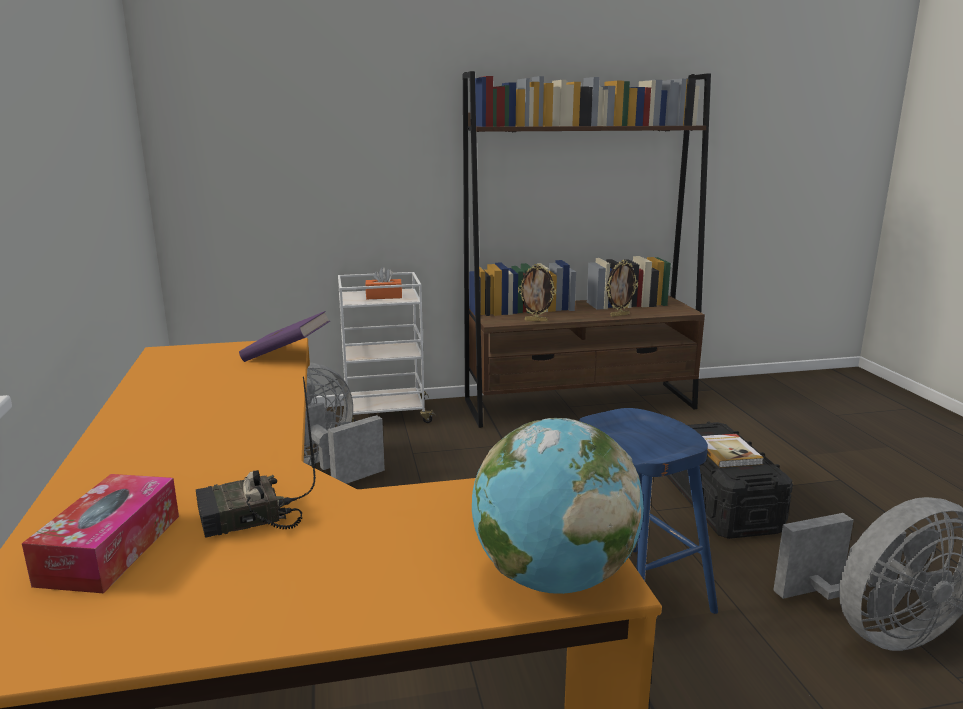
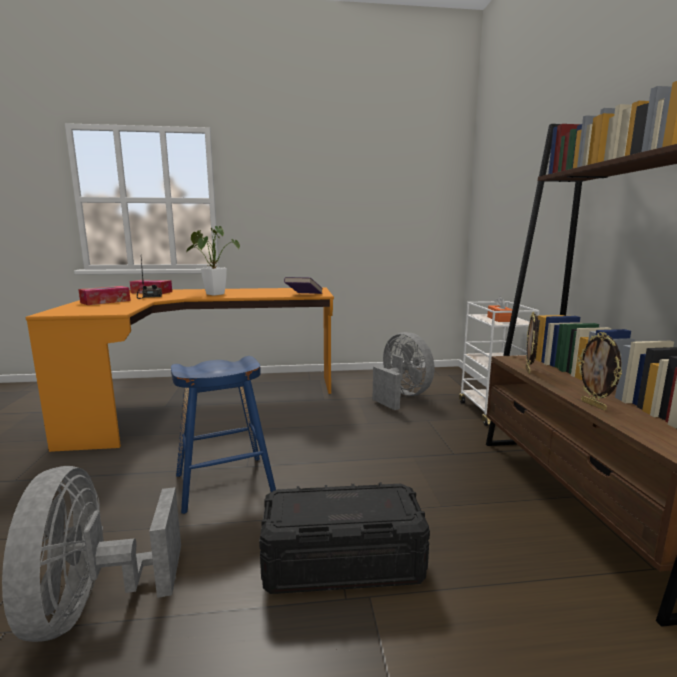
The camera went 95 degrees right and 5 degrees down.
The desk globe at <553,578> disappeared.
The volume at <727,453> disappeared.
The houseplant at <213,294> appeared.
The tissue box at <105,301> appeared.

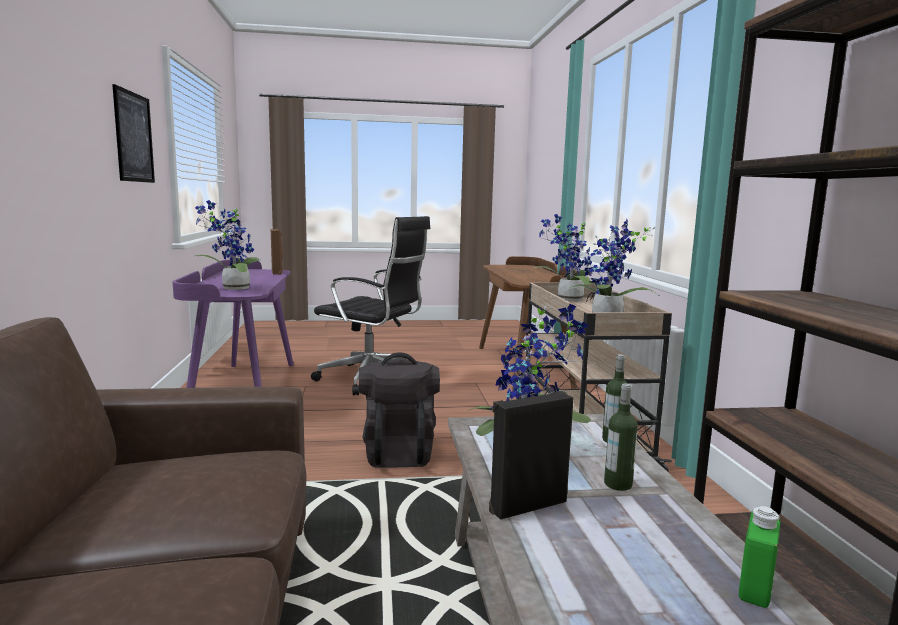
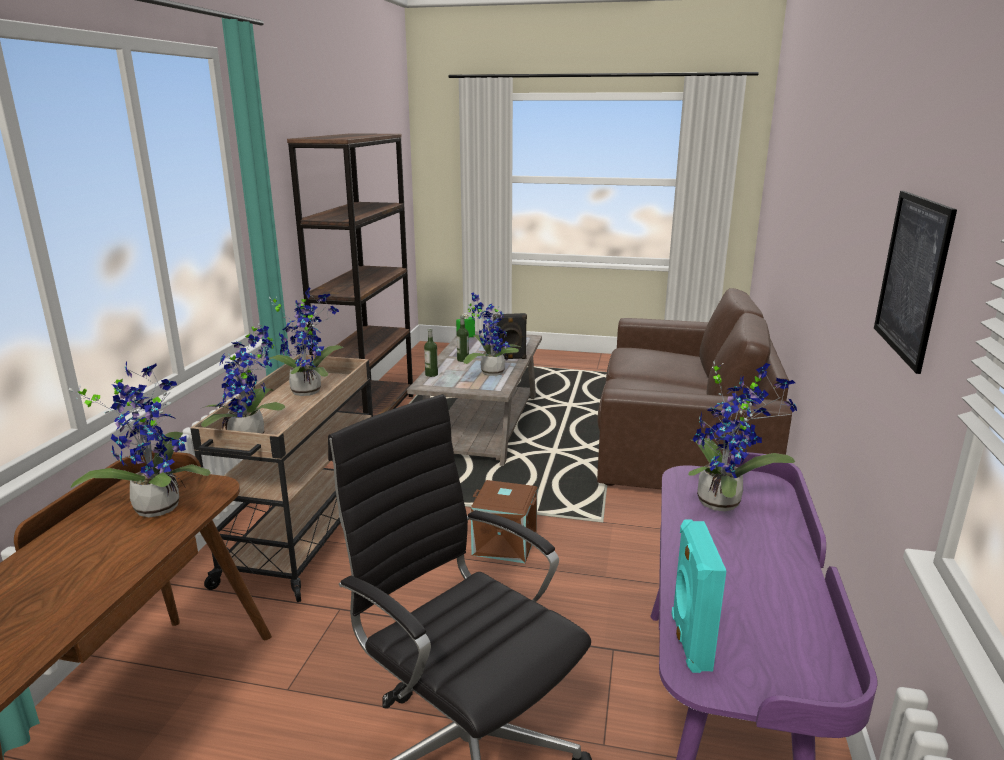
The camera went 160 degrees left and 10 degrees up.
The brown loudspeaker at <277,272> became the turquoise-coloured loudspeaker at <689,642>.
The black rucksack at <398,451> was replaced by the brown storage bin at <505,543>.
The houseplant at <157,505> appeared.

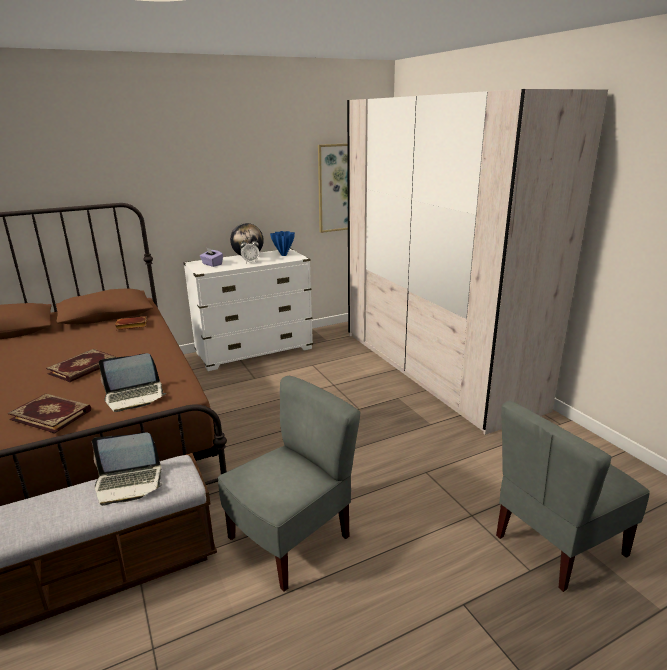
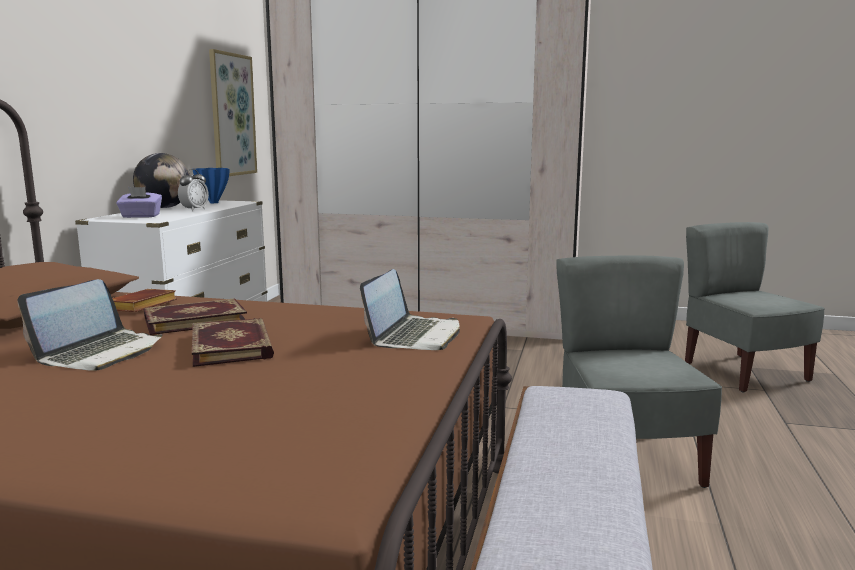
The camera went 50 degrees left and 10 degrees down.
The volume moved from <52,414> to <195,320>.
The greyish plain chair at <558,545> turned 150 degrees clockwise.
The laptop moved from <129,483> to <100,353>.

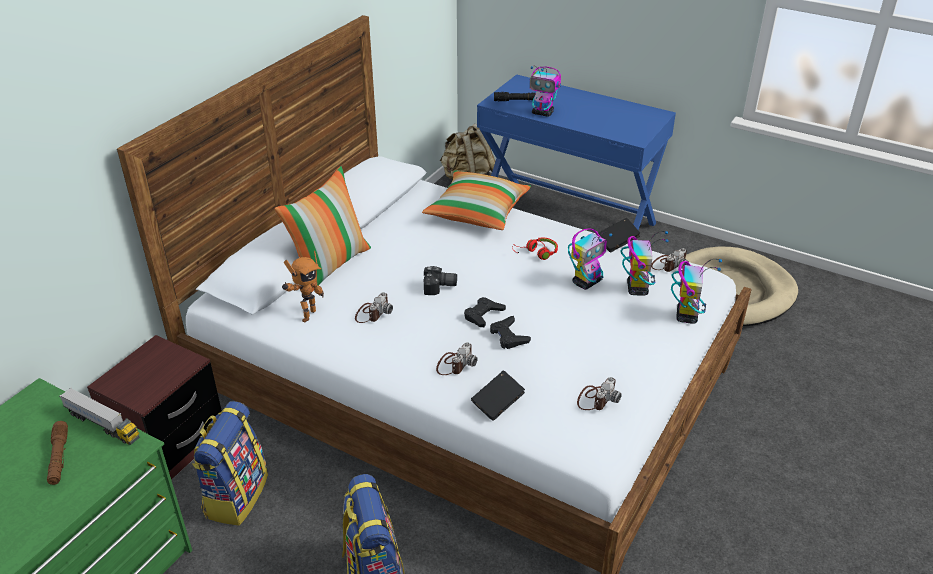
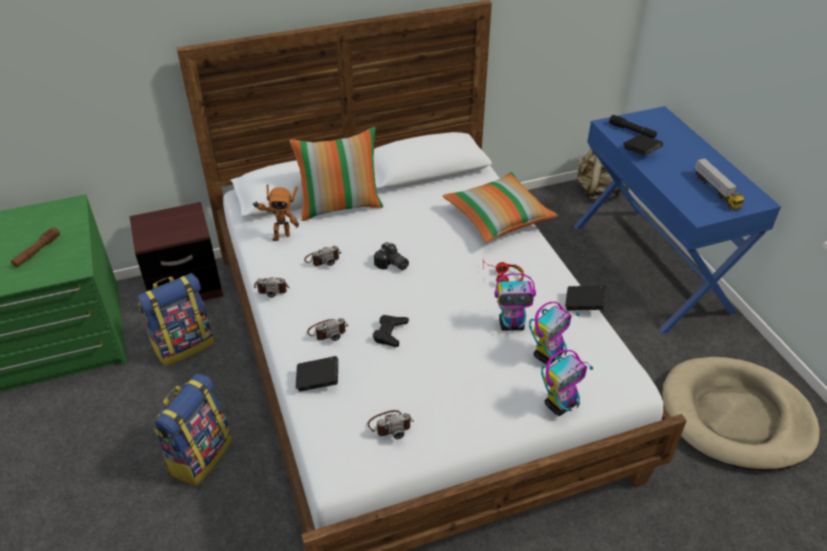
The camera went 40 degrees right and 5 degrees up.
The robot figure at <543,113> was replaced by the black volume at <641,152>.
The still camera moved from <668,264> to <272,288>.
The black gamepad at <483,315> disappeared.
The model truck moved from <102,424> to <716,191>.

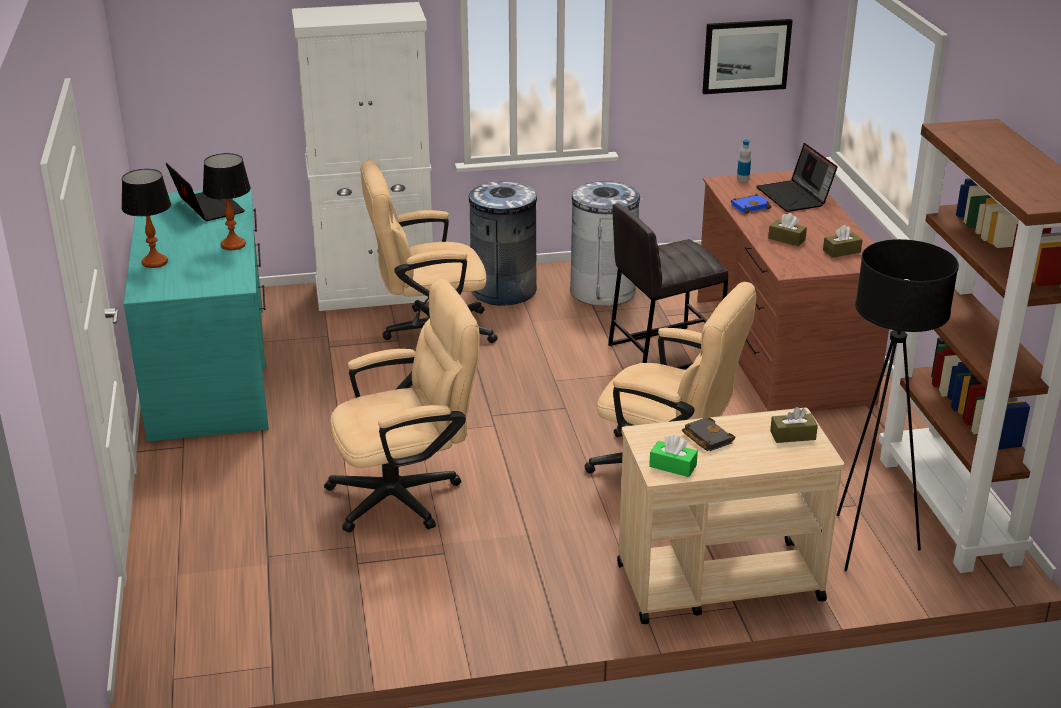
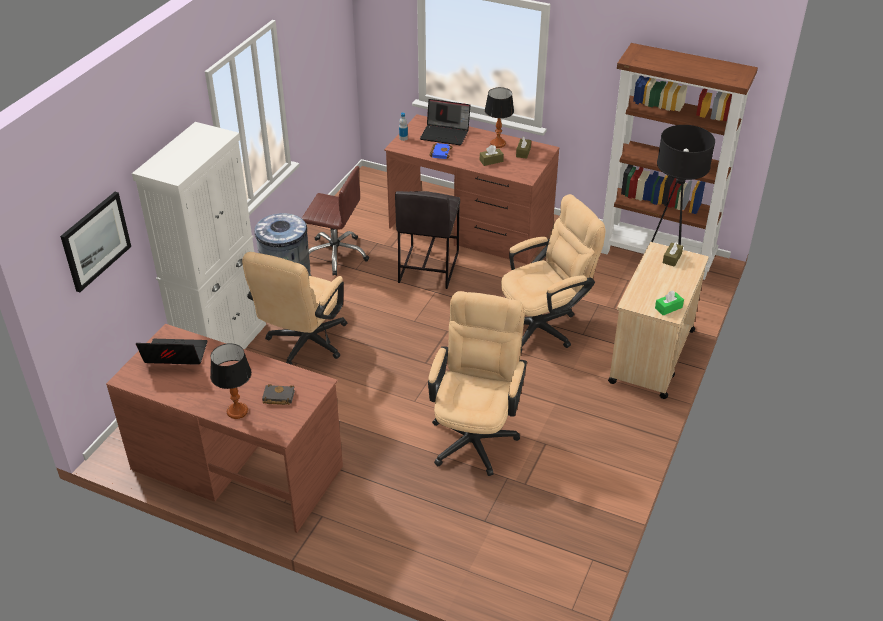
The camera went 55 degrees left and 10 degrees up.
The picture moved from <746,56> to <95,241>.
The table lamp moved from <232,245> to <497,144>.
The greyish trash can at <603,291> was replaced by the brown computer chair at <336,254>.
The turquoise-coloured desk at <210,371> became the brown desk at <237,467>.
The black volume moved from <705,438> to <277,397>.

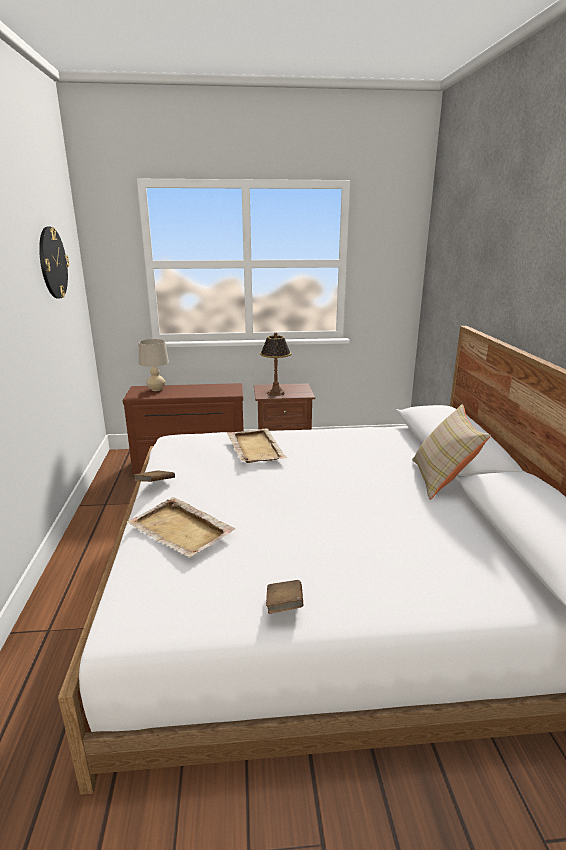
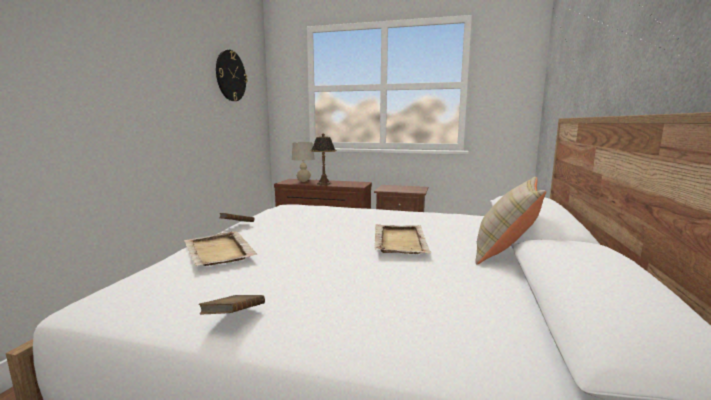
The camera went 20 degrees right and 10 degrees down.
The table lamp moved from <275,392> to <324,183>.
The beige-coloured tray moved from <255,447> to <400,240>.

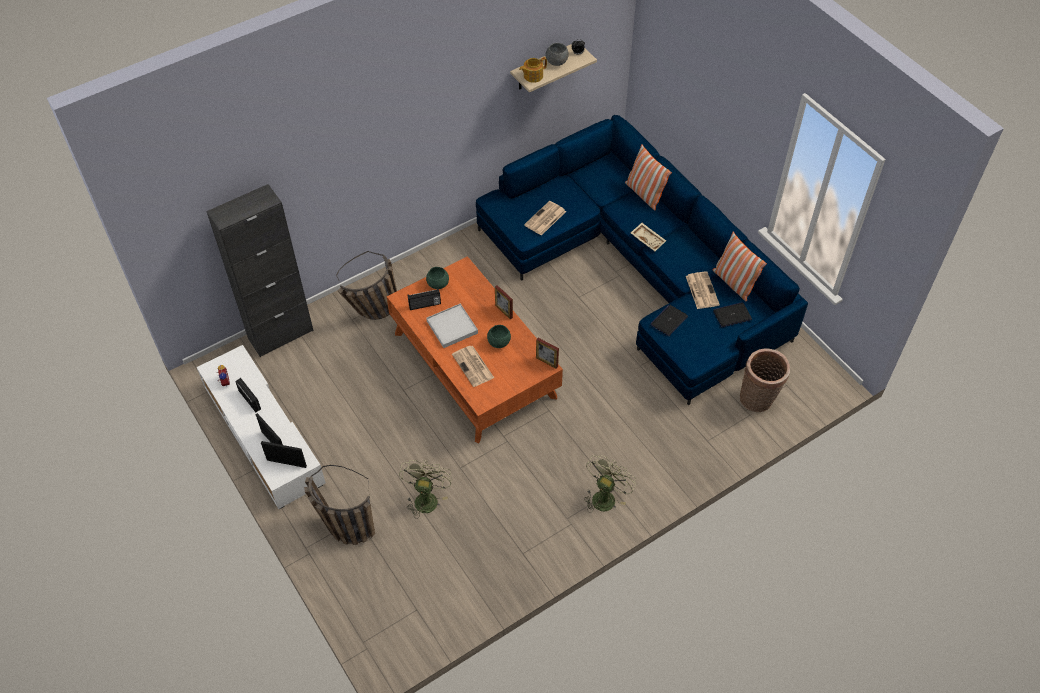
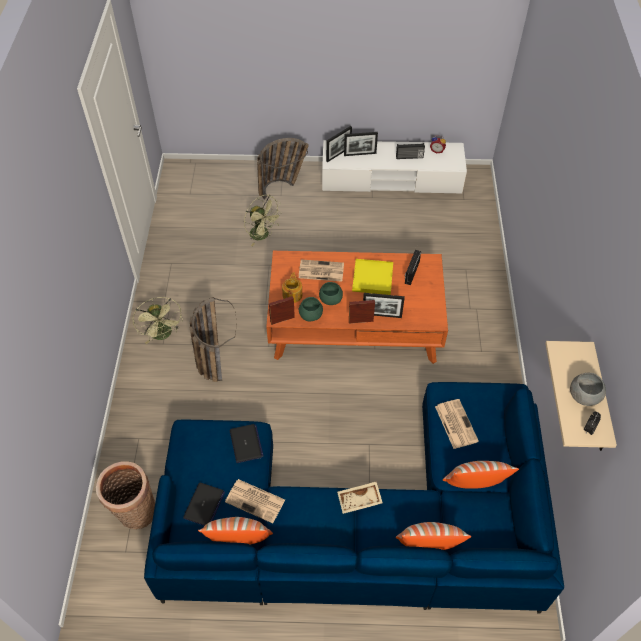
The camera went 125 degrees right and 0 degrees up.
The tea pot moved from <532,76> to <292,294>.
The black cupboard at <281,335> disappeared.
The household basket moved from <373,312> to <212,356>.
The green deep dish moved from <438,284> to <311,315>.
The whitish tray at <452,327> became the yellow-coloured tray at <372,278>.
The photo frame at <381,315> appeared.
The cushion at <474,485> appeared.

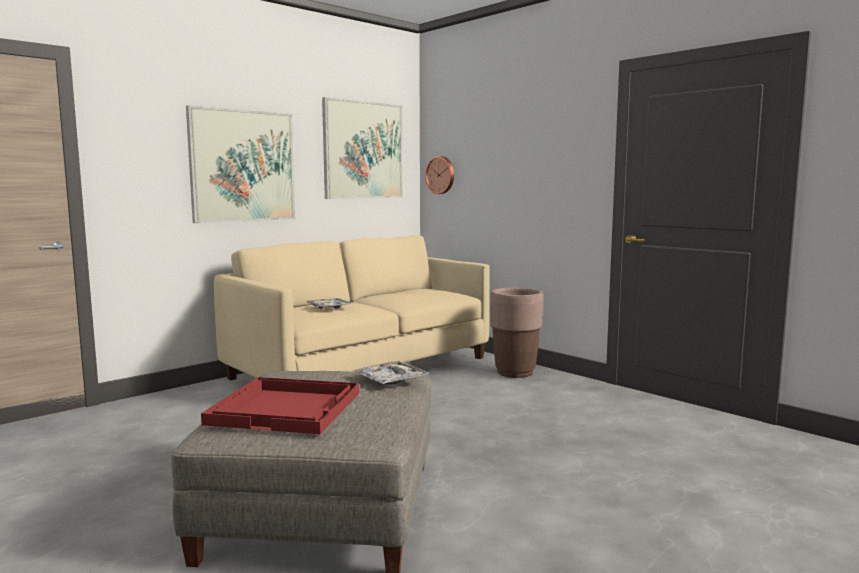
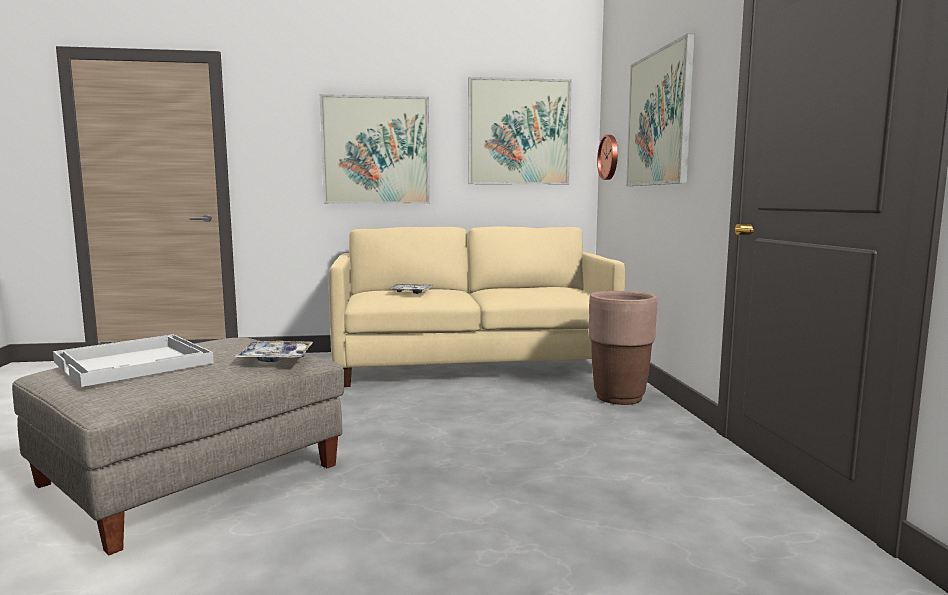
The camera went 35 degrees right and 0 degrees up.
The reddish tray at <287,407> became the whitish tray at <135,362>.
The picture at <659,119> appeared.

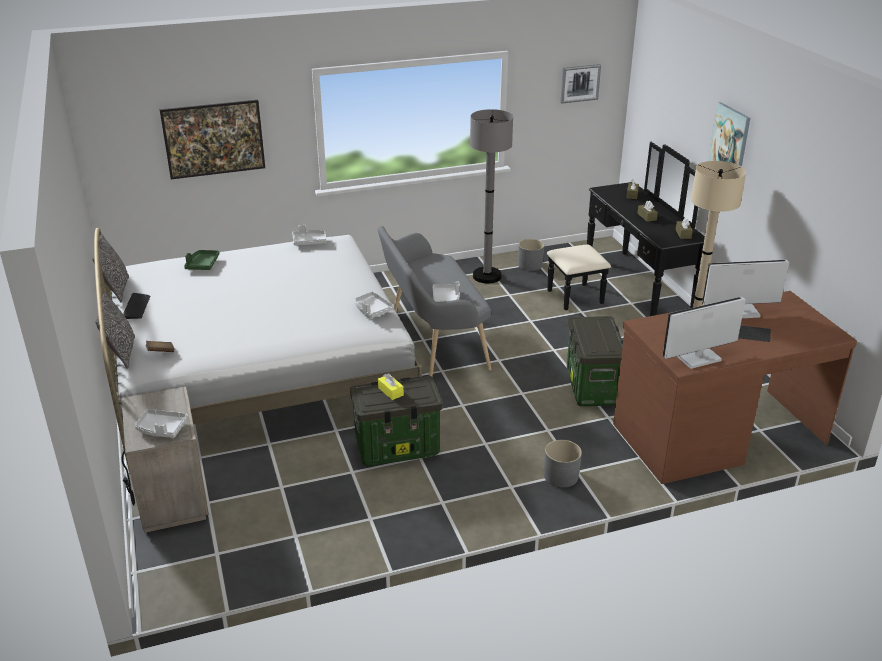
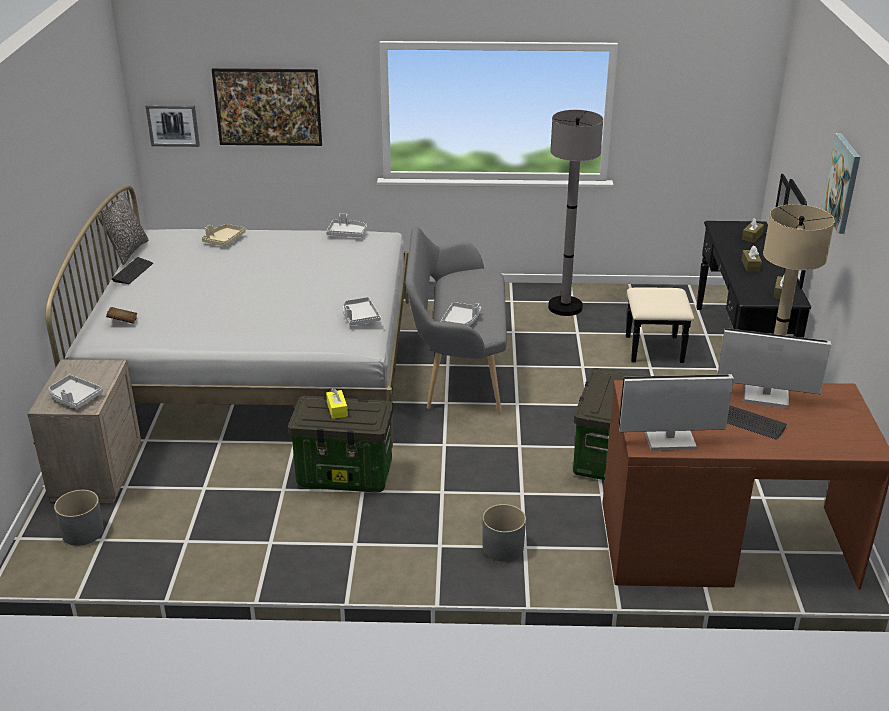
The camera went 20 degrees right and 0 degrees up.
The picture moved from <580,83> to <173,125>.
The greyish planter moved from <530,265> to <83,532>.
The green tray at <202,265> became the beige-coloured tray at <224,240>.
The cushion at <121,353> disappeared.

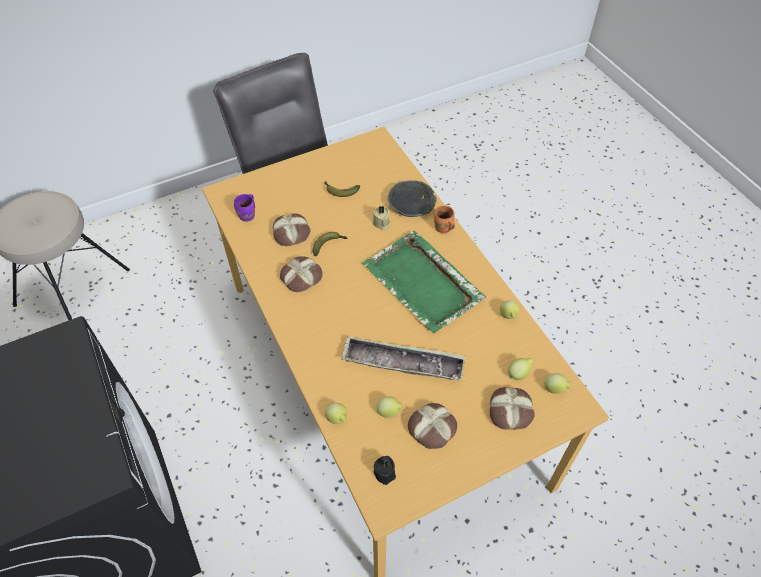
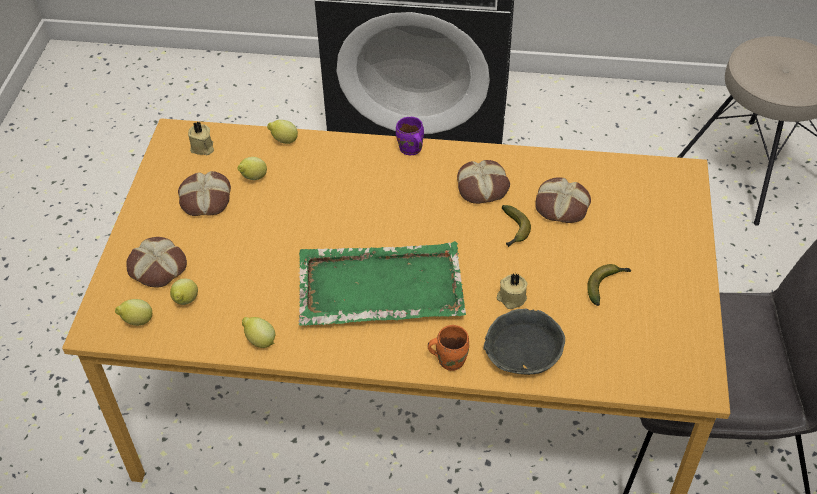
The camera went 125 degrees right and 5 degrees down.
The purplish tea mug moved from <248,215> to <410,150>.
The tray at <402,363> disappeared.
The black candle at <385,472> became the beige-coloured candle at <202,148>.

